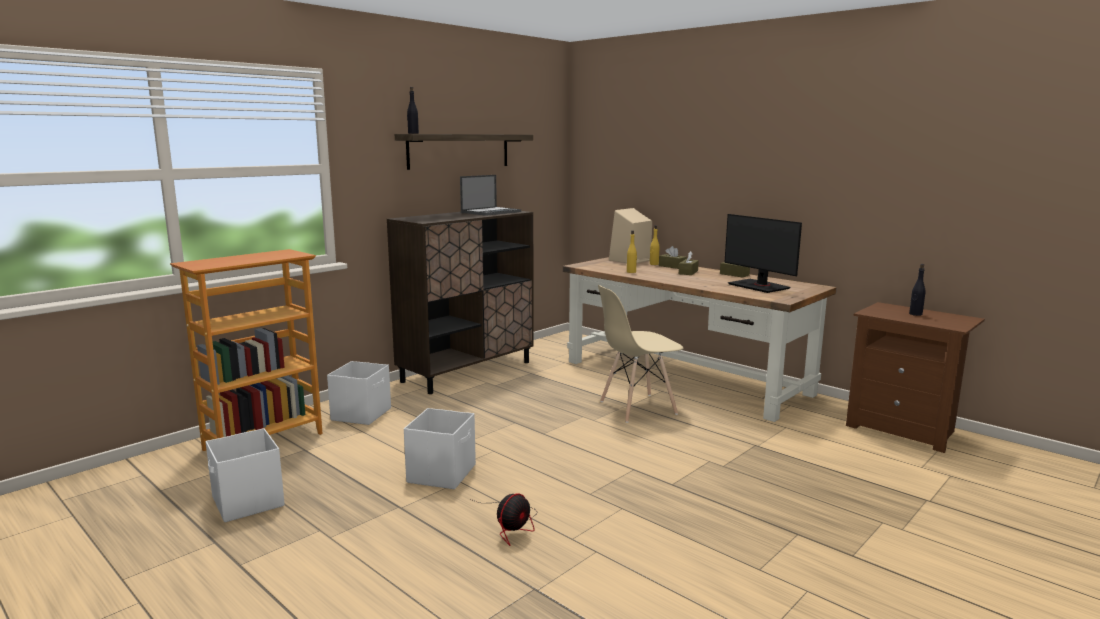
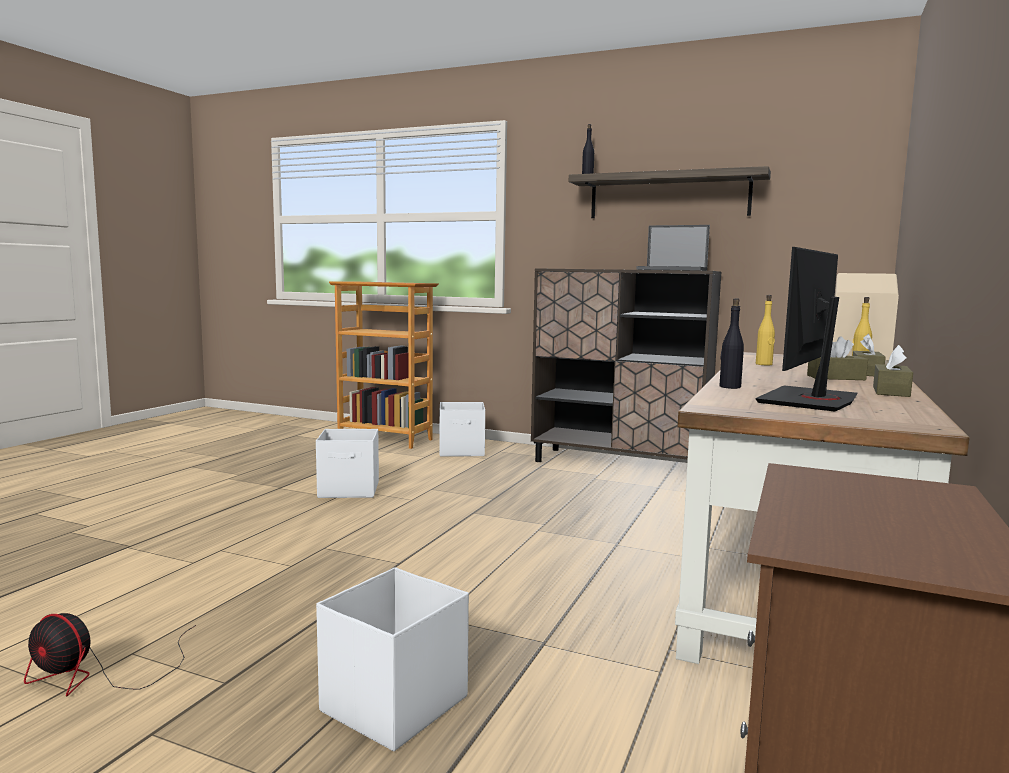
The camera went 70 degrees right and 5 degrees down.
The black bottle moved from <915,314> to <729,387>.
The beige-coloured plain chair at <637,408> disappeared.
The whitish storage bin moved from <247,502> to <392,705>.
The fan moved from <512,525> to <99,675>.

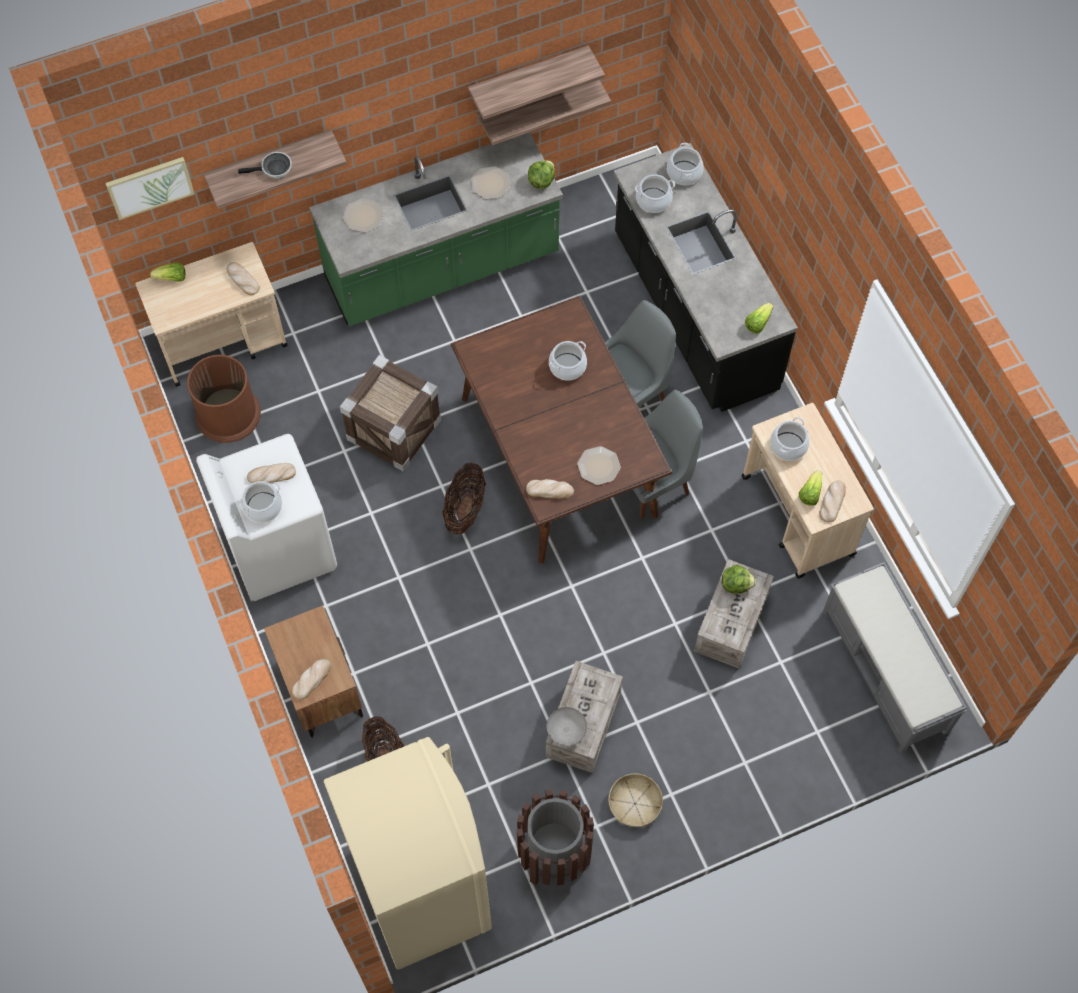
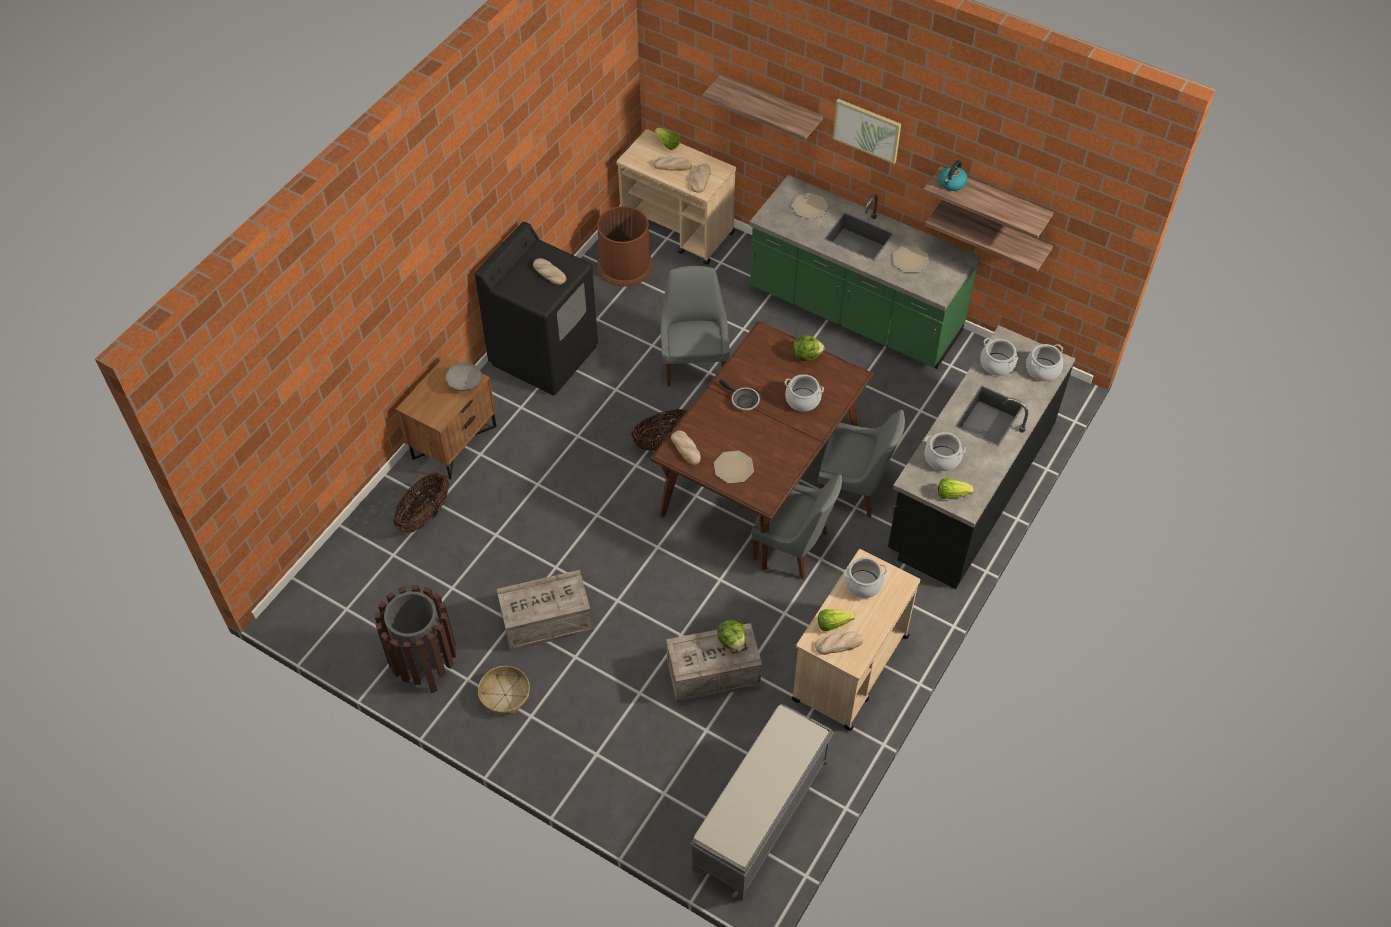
The camera went 55 degrees right and 10 degrees down.
The skillet moved from <274,169> to <743,401>.
The picture moved from <150,187> to <867,130>.
The lettuce head moved from <541,181> to <806,355>.
The shipping crate at <394,429> was replaced by the greyish plain chair at <694,363>.
The whitish laundry machine at <279,548> became the black laundry machine at <544,354>.
The cooking pot moved from <263,507> to <942,458>.
The bakery bread moved from <312,679> to <672,165>.
The greyish deep dish moved from <565,731> to <464,384>.
The beige-coloured fridge at <422,887> disappeared.
The kettle at <952,183> appeared.

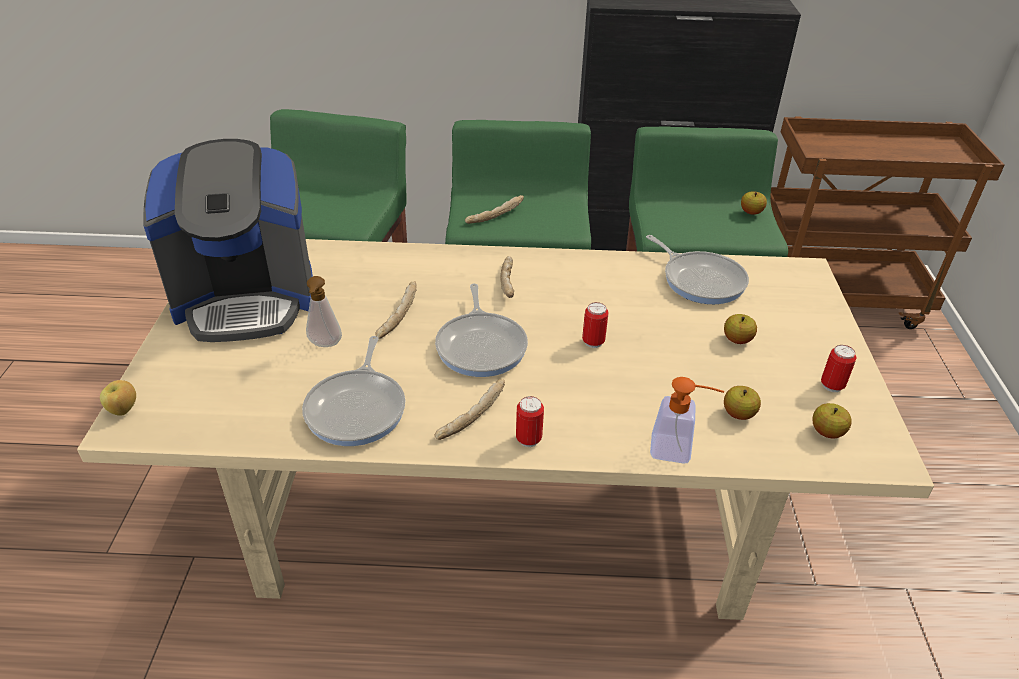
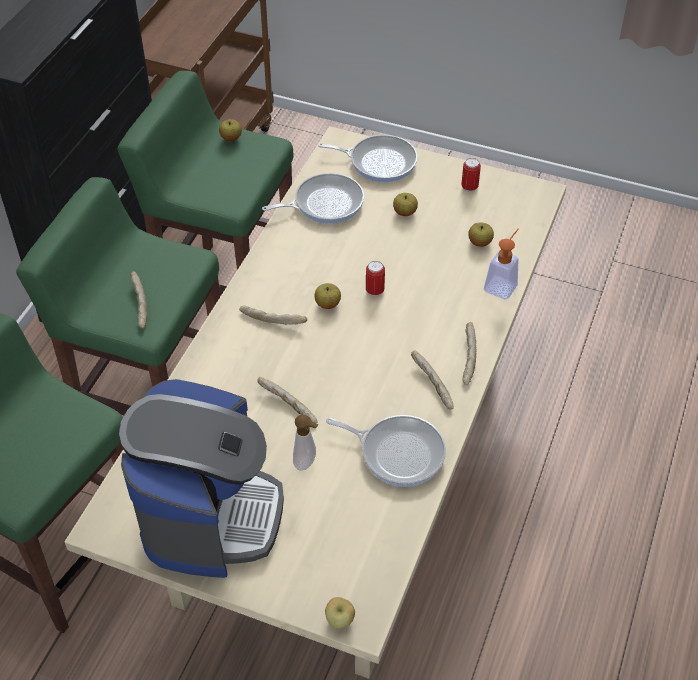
The camera went 70 degrees left and 10 degrees up.
The skillet moved from <481,346> to <379,162>.
The metal can at <528,439> was replaced by the bakery bread at <467,358>.
The whole apple moved from <827,432> to <327,304>.

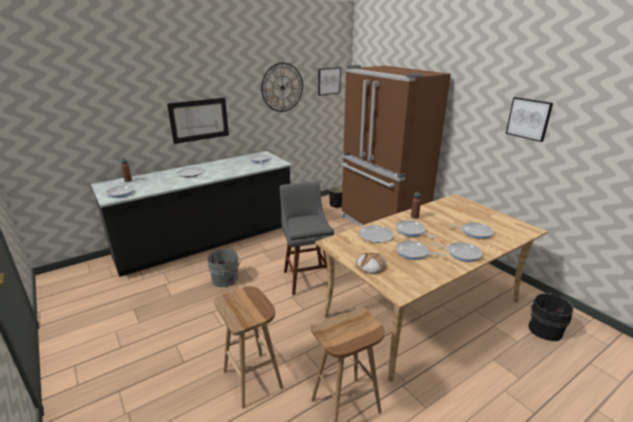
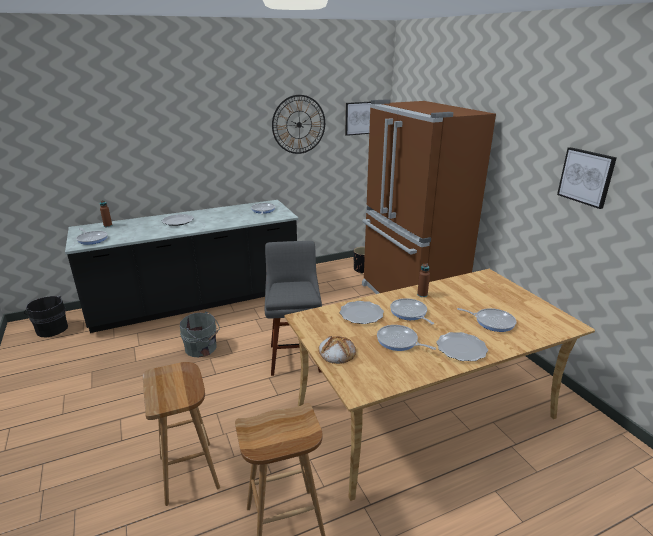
The camera went 10 degrees right and 0 degrees up.
The picture at <199,120> disappeared.
The skillet at <461,253> was replaced by the dinner plate at <461,348>.
The black pail moved from <543,329> to <51,328>.

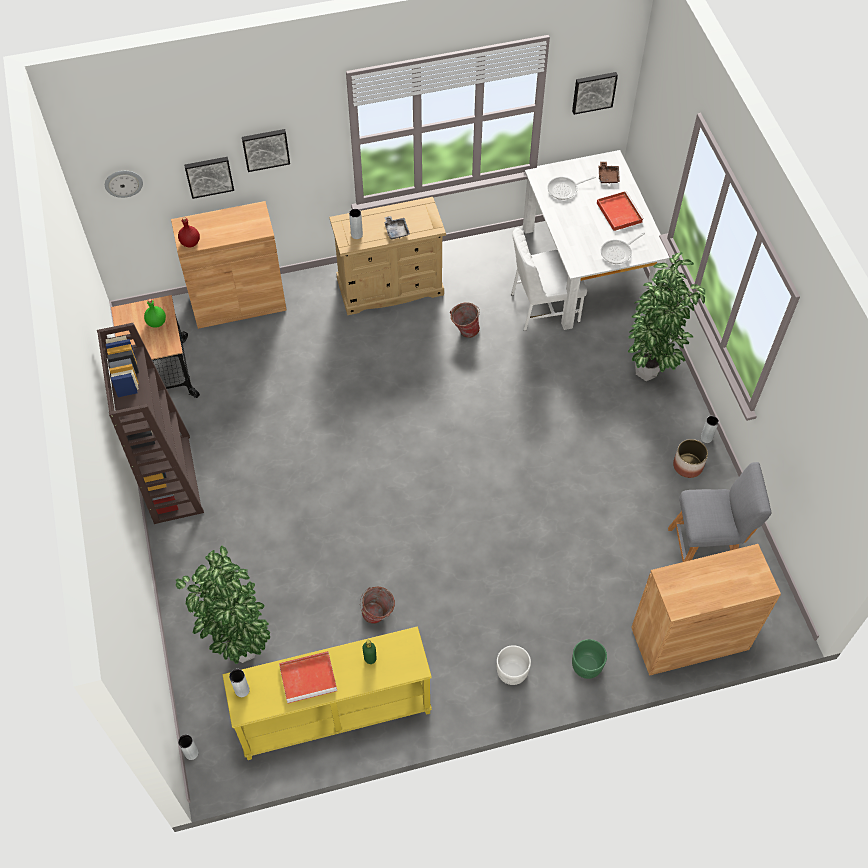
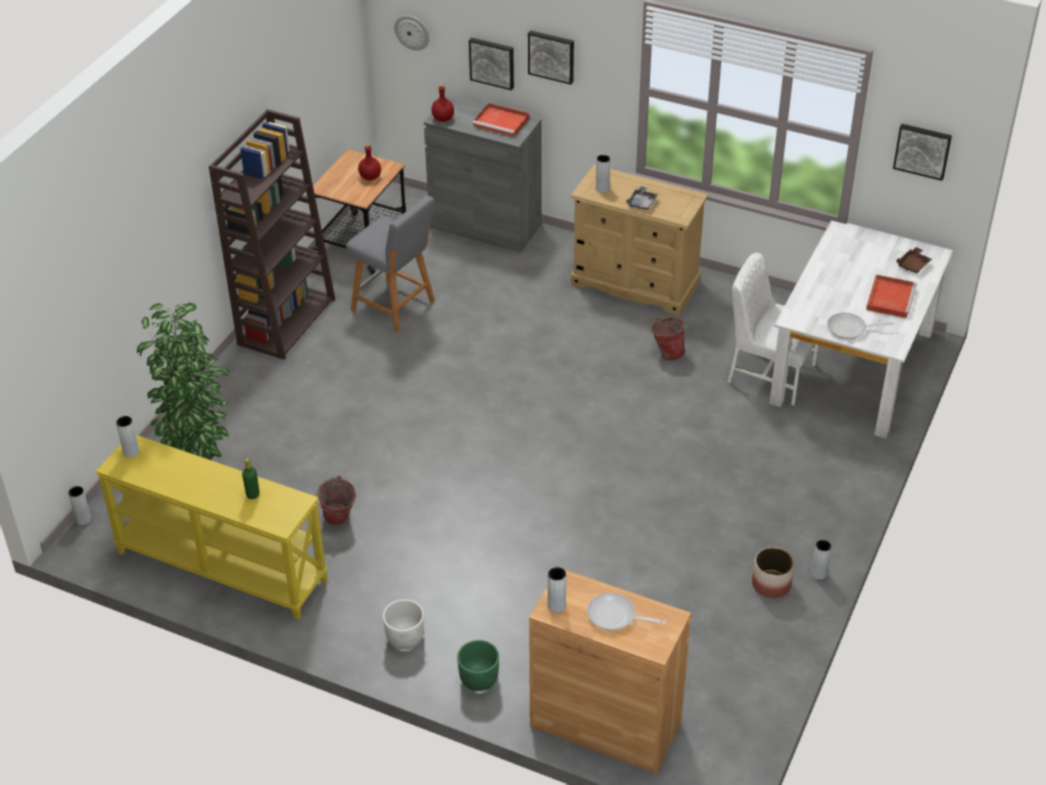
The camera went 40 degrees right and 15 degrees down.
The skillet moved from <565,189> to <615,616>.
The brown cupboard at <238,302> became the greyish cupboard at <485,226>.
The houseplant at <648,374> disappeared.
The green bottle at <157,323> became the reddish bottle at <370,177>.
The greyish stool seat moved from <705,551> to <396,307>.
The reddish tray moved from <309,677> to <502,122>.
The greyish vase at <556,606> appeared.

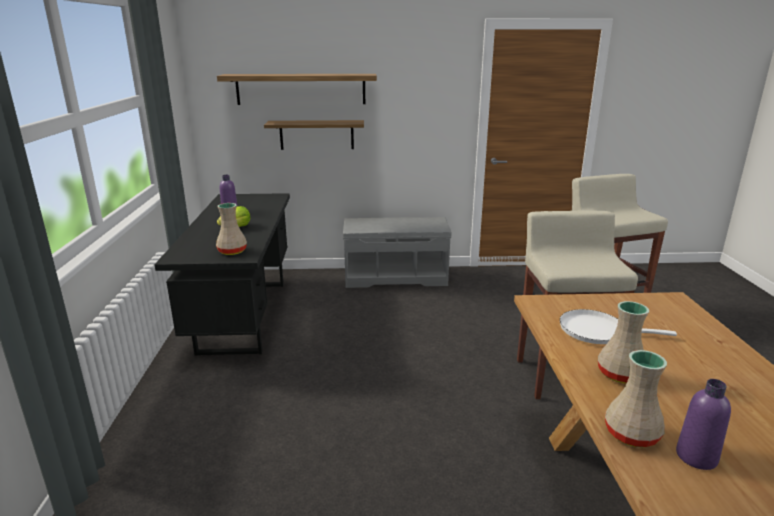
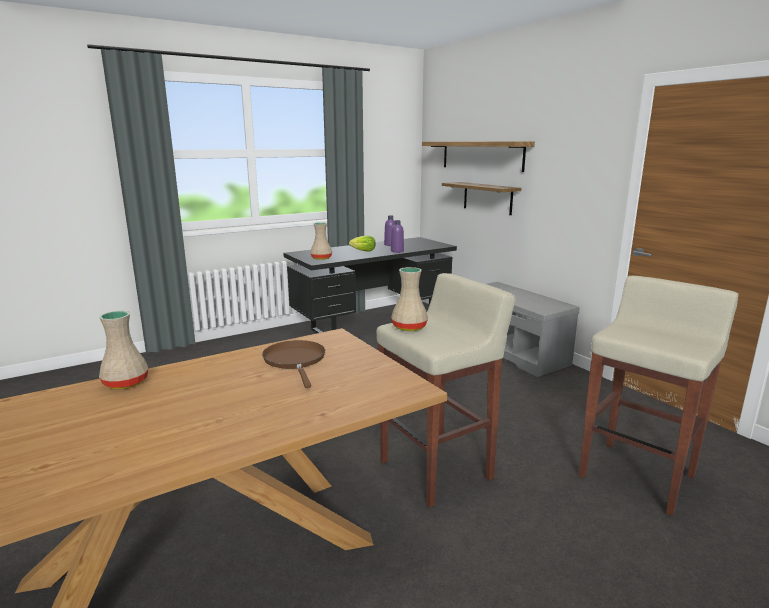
The camera went 60 degrees right and 5 degrees down.
The beige-coloured vase moved from <621,374> to <409,328>.
The whitish skillet at <597,331> became the brown skillet at <295,360>.
The purplish bottle moved from <696,456> to <397,251>.

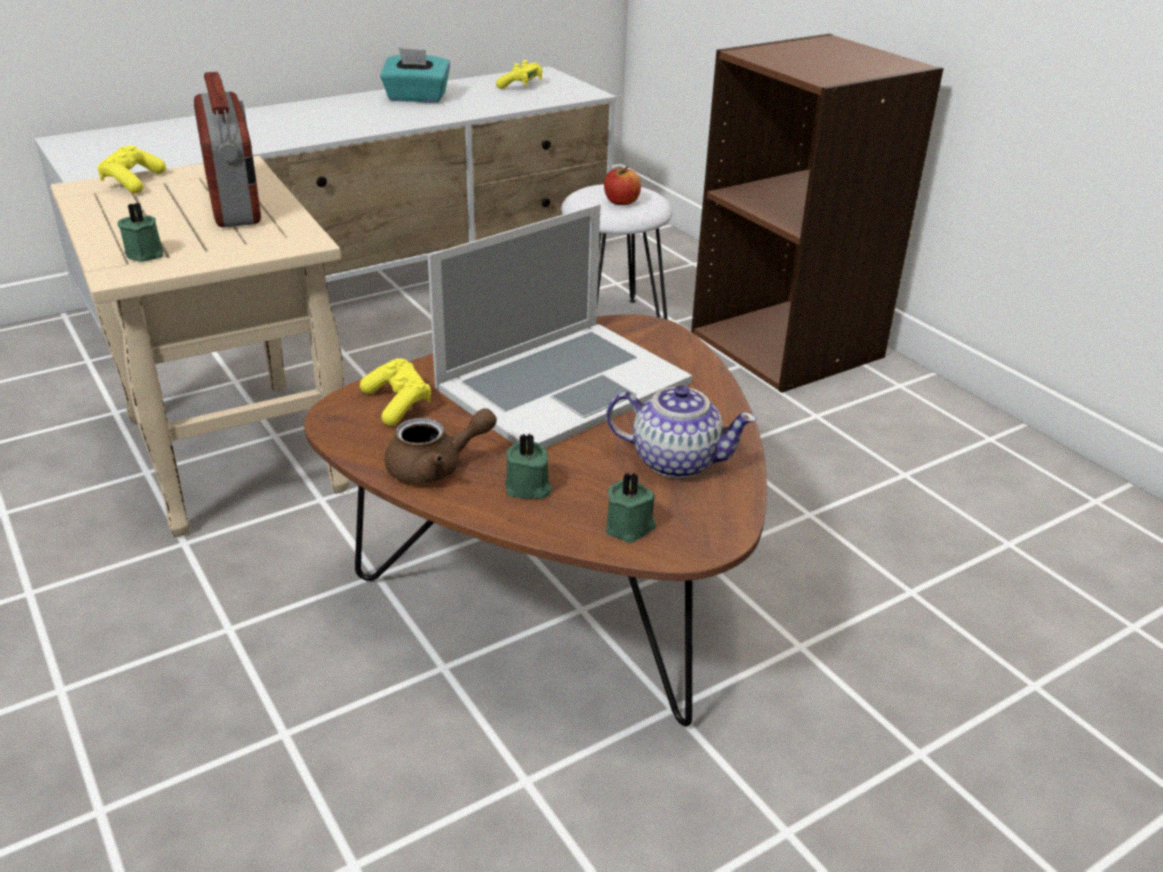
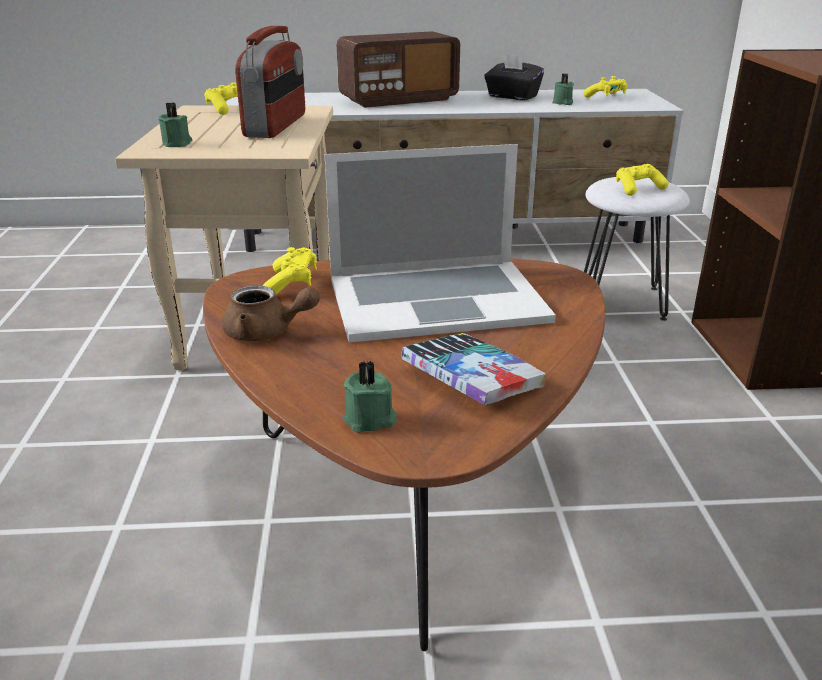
The camera went 30 degrees right and 5 degrees down.
The turquoise-coloured tissue box at <416,98> became the black tissue box at <512,97>.
The whole apple at <621,202> was replaced by the yellow-coloured gamepad at <638,189>.
The tea pot at <675,460> was replaced by the volume at <471,378>.
The green candle moved from <528,488> to <563,103>.
The radio receiver at <398,99> appeared.

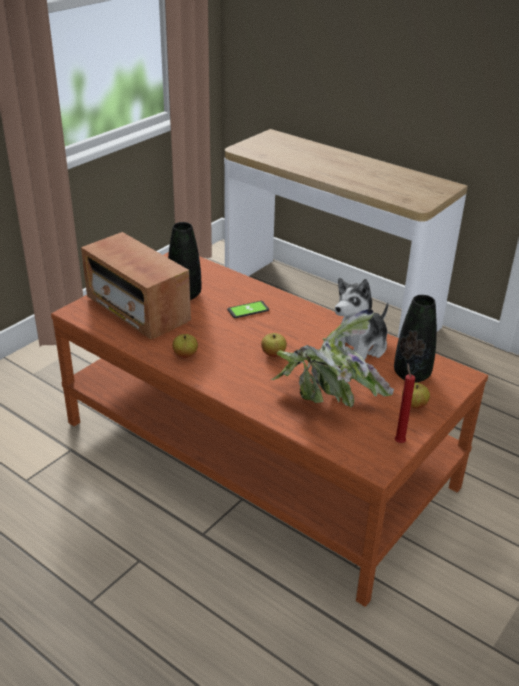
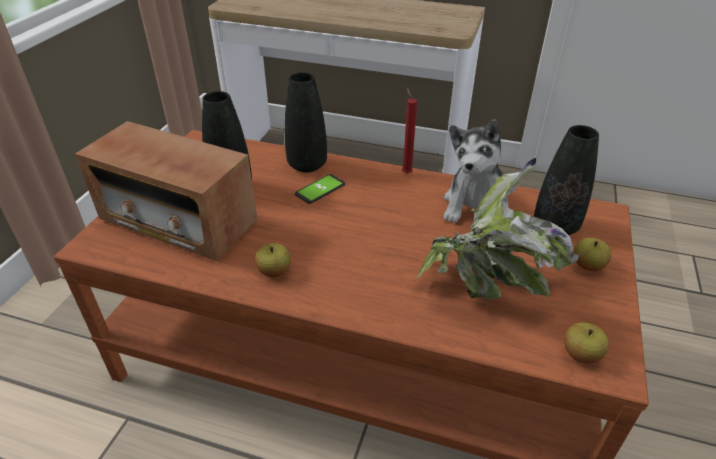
The camera went 20 degrees left and 5 degrees up.
The whole apple moved from <273,354> to <580,354>.
The reddish candle moved from <399,441> to <405,173>.
The black vase at <307,165> appeared.

